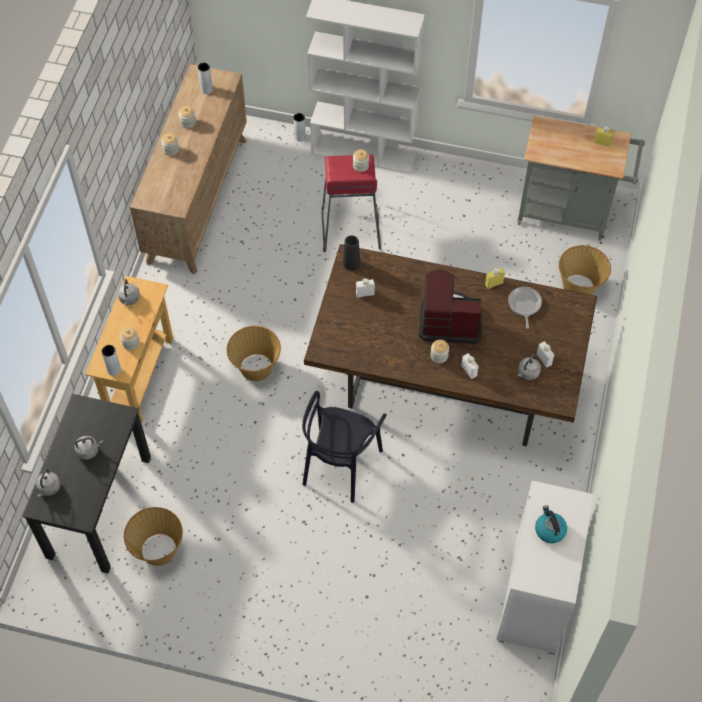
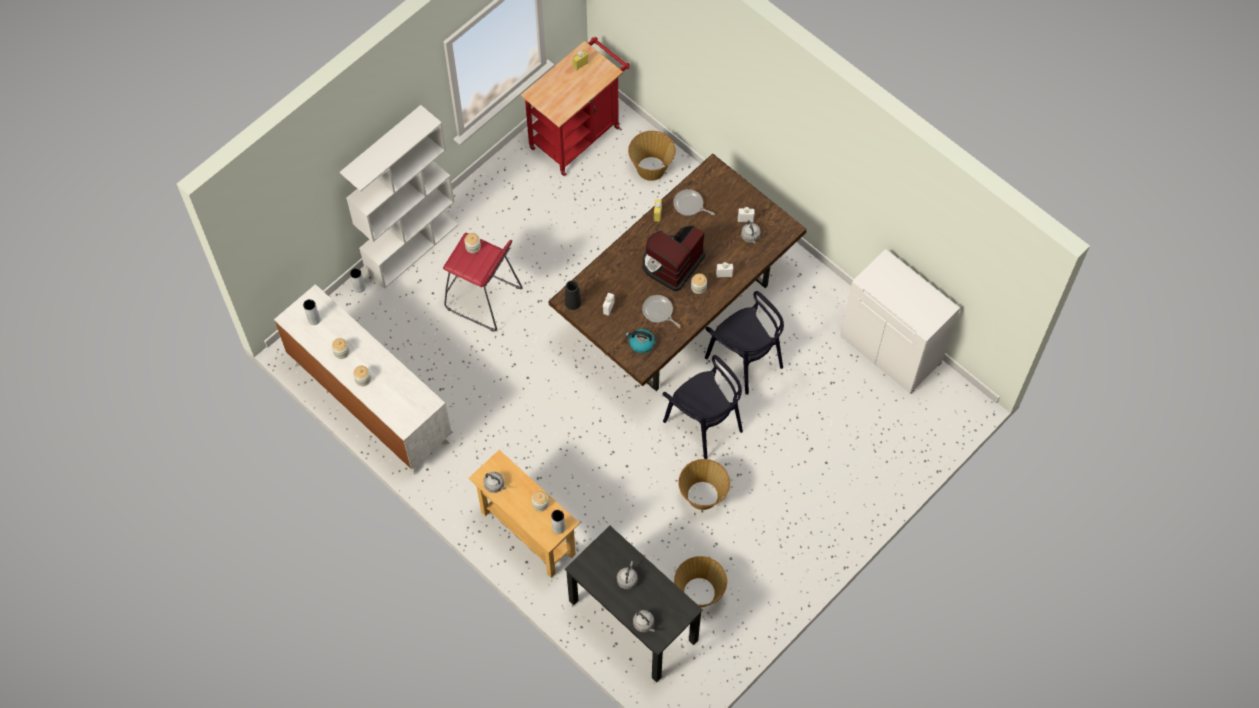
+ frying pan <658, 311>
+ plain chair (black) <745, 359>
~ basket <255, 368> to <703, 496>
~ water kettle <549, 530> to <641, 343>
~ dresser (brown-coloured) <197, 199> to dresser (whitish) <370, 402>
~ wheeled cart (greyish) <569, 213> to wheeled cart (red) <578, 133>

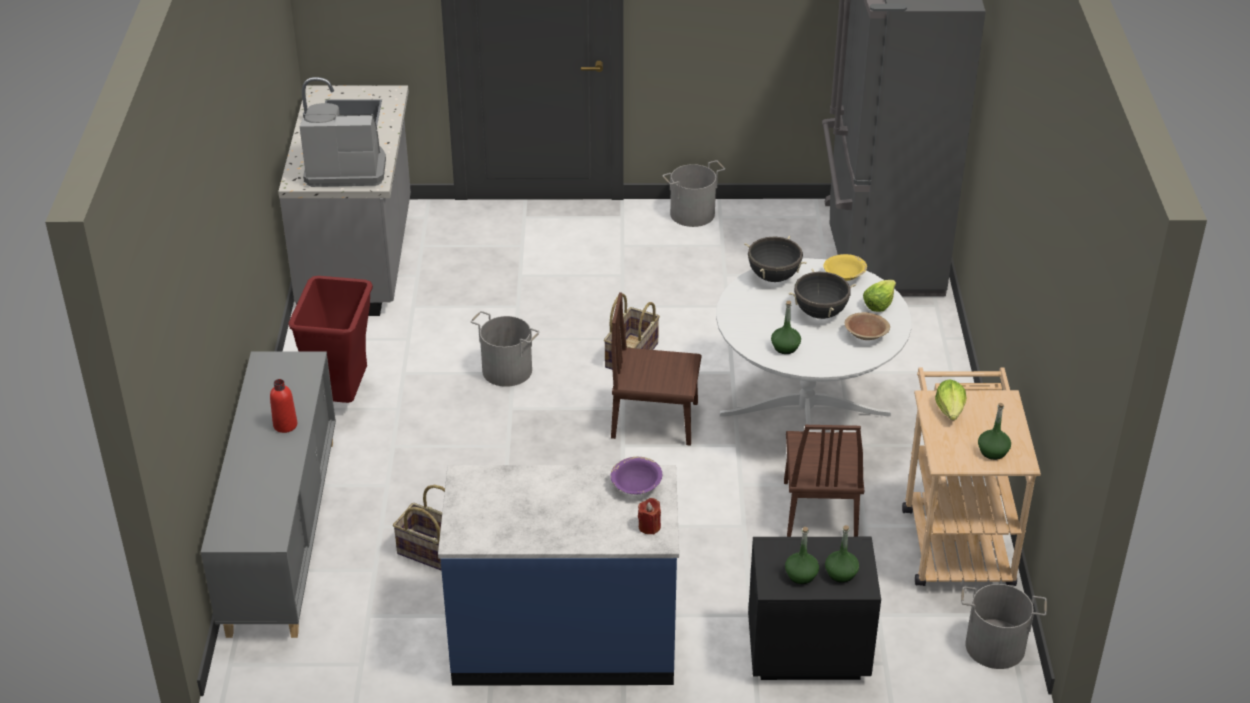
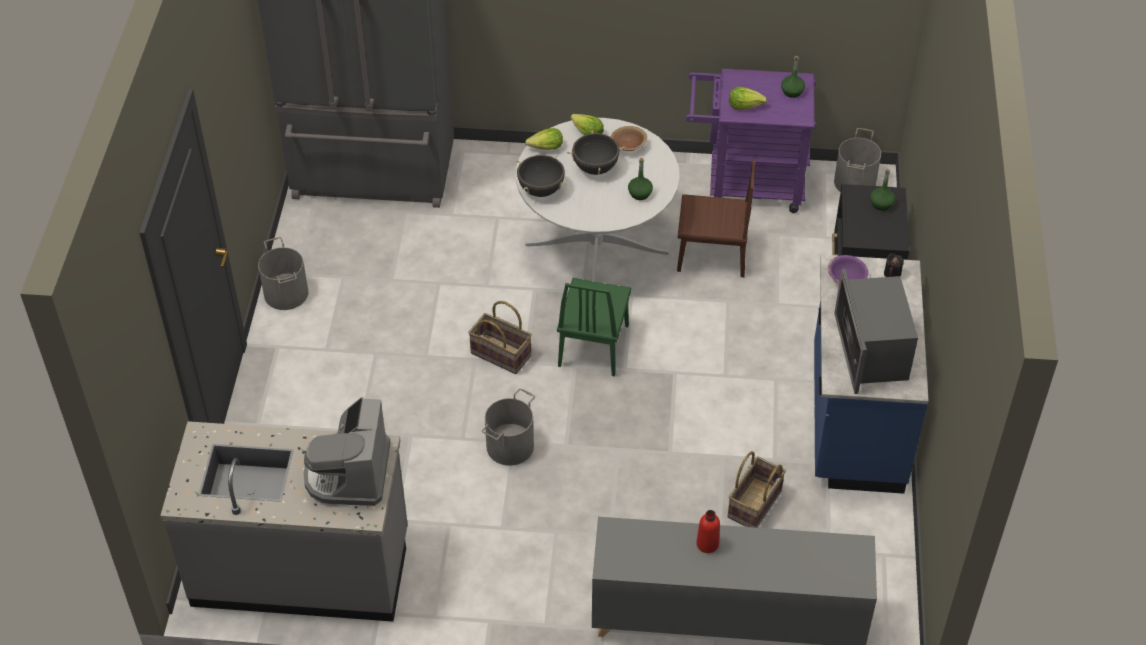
- trash can (red) <342, 397>
- beverage bottle (greenish) <801, 575>
+ microwave oven <871, 351>
~ bowl (yellow-coloured) <844, 276> to head of lettuce <546, 148>
~ plain chair (brown-coloured) <655, 420> to plain chair (greenish) <593, 345>
~ candle (red) <649, 526> to candle (black) <892, 274>
~ wheeled cart (beige) <955, 537> to wheeled cart (purple-coloured) <745, 184>

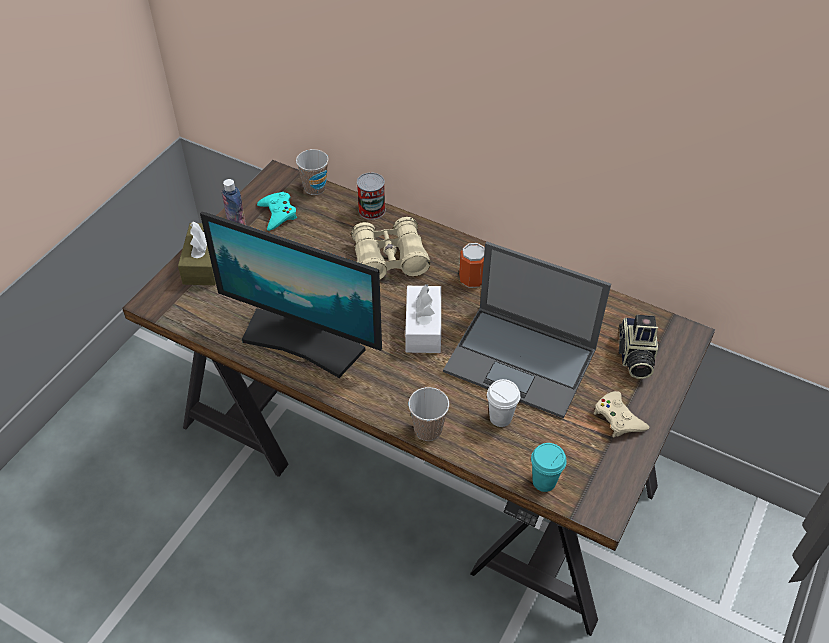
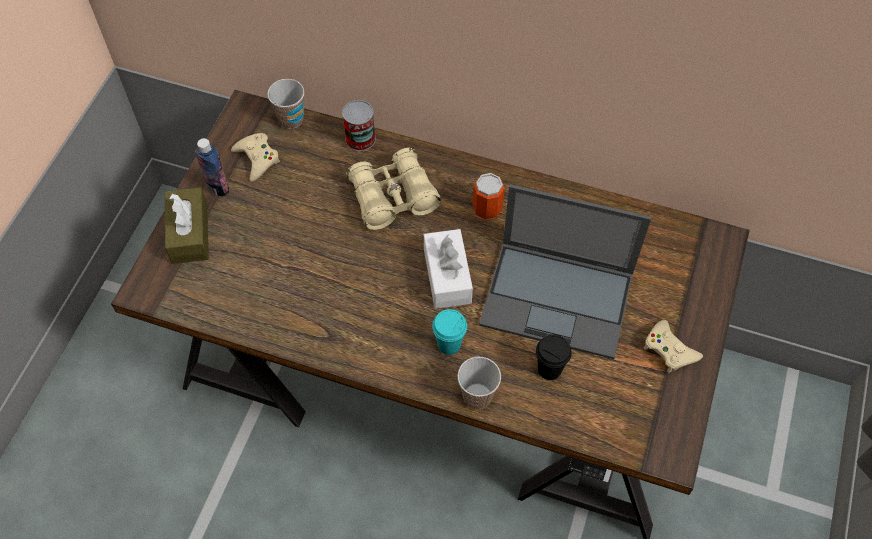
- computer display <303, 340>
- still camera <634, 357>
~ small cup (turquoise-coloured) <544, 481> to <449, 344>
~ game controller (turquoise-coloured) <278, 214> to game controller (beige) <257, 159>
~ small cup (whitish) <500, 418> to small cup (black) <549, 369>

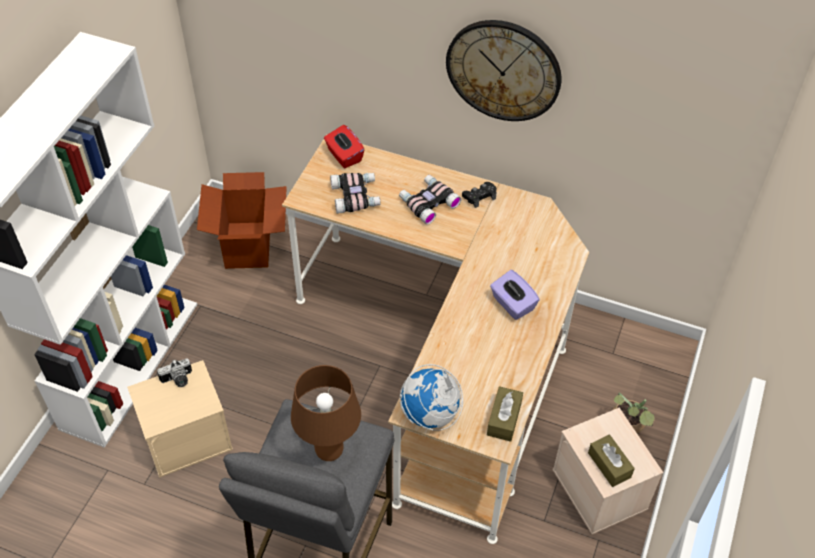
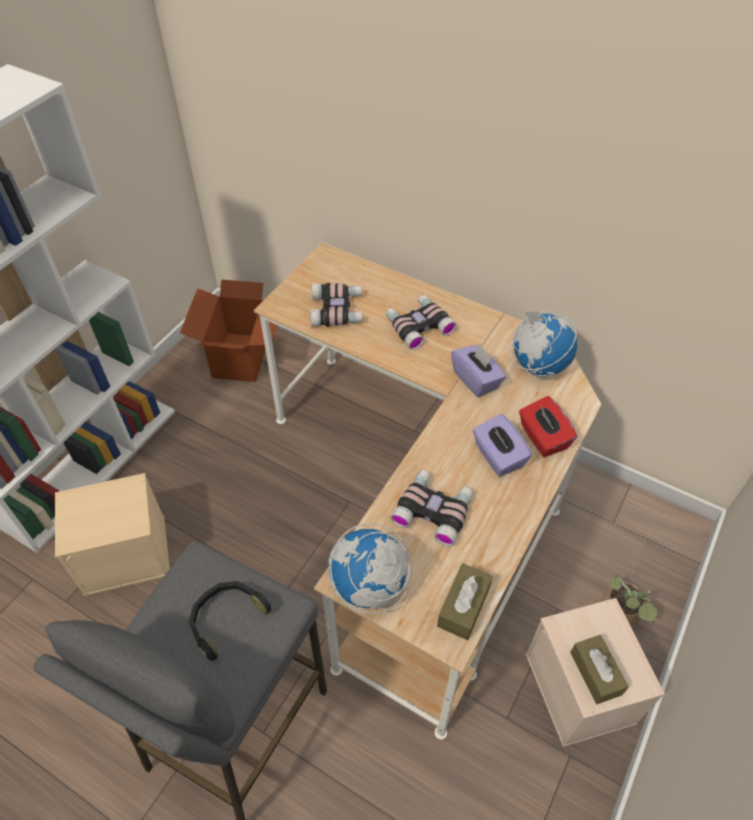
- still camera <178, 380>
- hanging clock <503, 70>
- game controller (black) <479, 196>
+ pair of binoculars <433, 510>
+ box of tissues (purple-coloured) <476, 380>
+ desk globe <538, 365>
~ box of tissues (red) <344, 156> to <542, 438>
~ lamp for a table (brown-coloured) <329, 450> to pair of headphones (black) <226, 618>

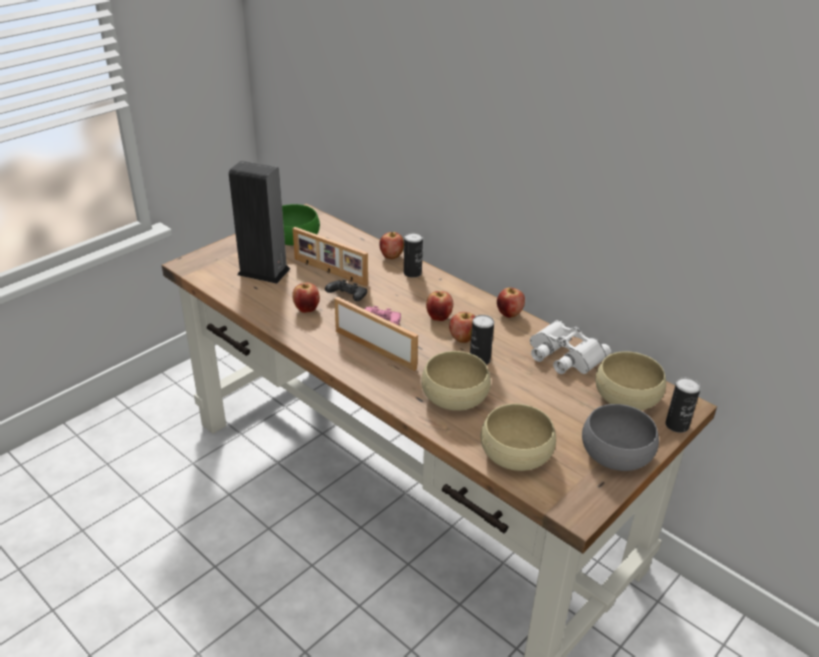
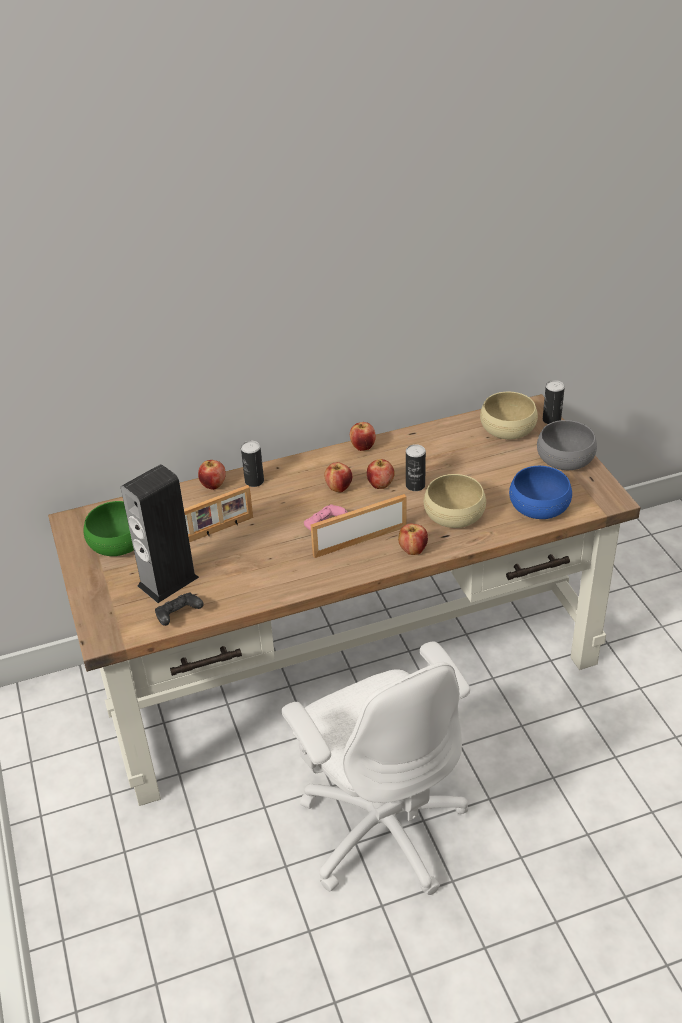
- pair of binoculars (whitish) <563, 355>
+ computer chair (whitish) <382, 826>
~ apple <307, 309> to <413, 550>
~ game controller (black) <347, 298> to <178, 616>
~ bowl (beige) <516, 453> to bowl (bluish) <539, 506>

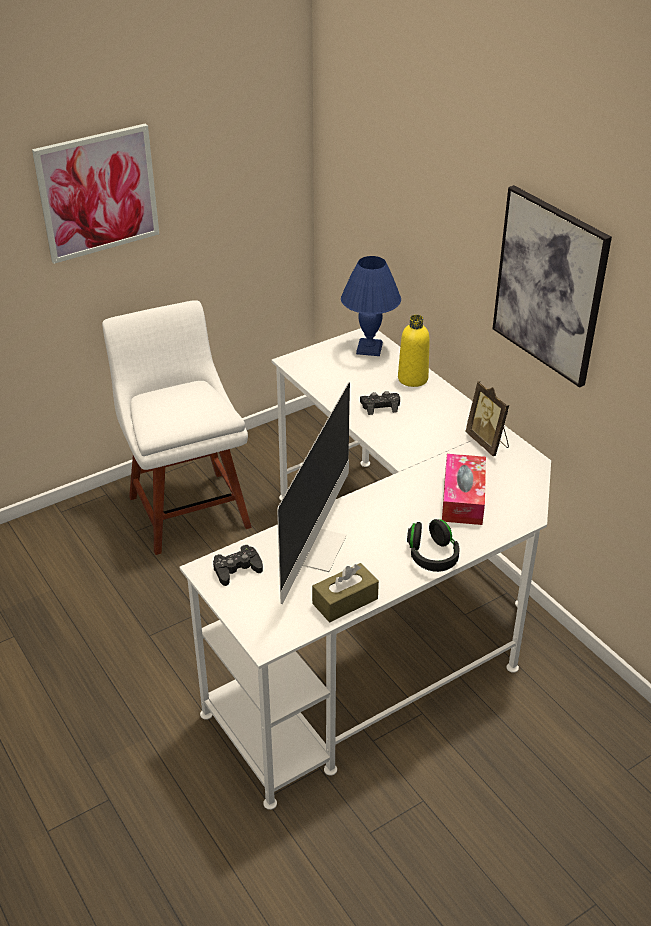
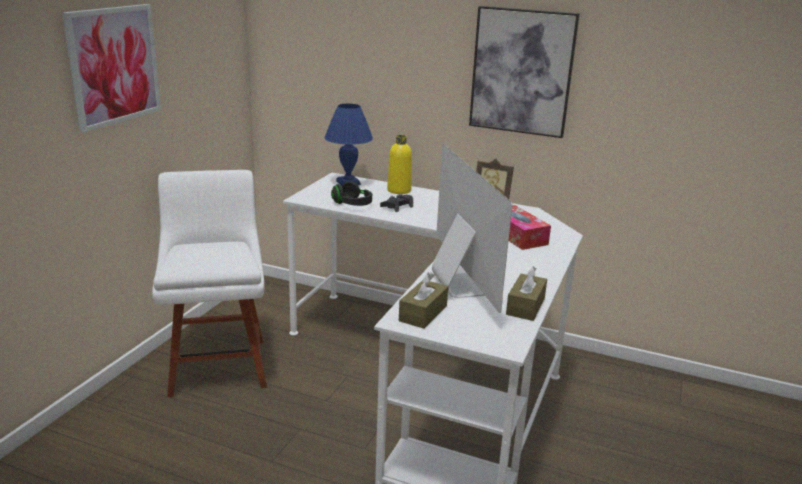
~ pair of headphones (black) <432, 556> to <352, 204>
~ game controller (black) <237, 569> to box of tissues (brown-coloured) <423, 313>
~ plain chair (whitish) <187, 507> = <218, 363> 45 degrees clockwise

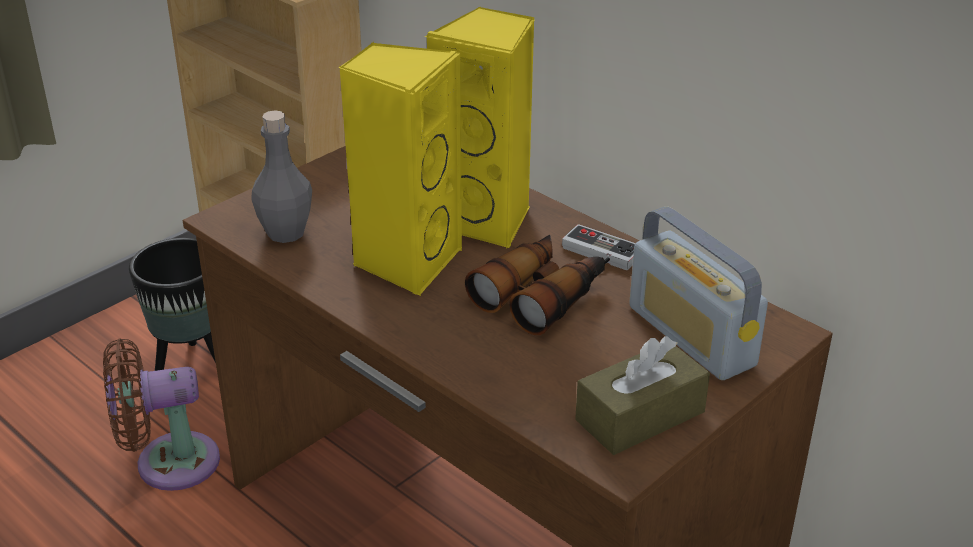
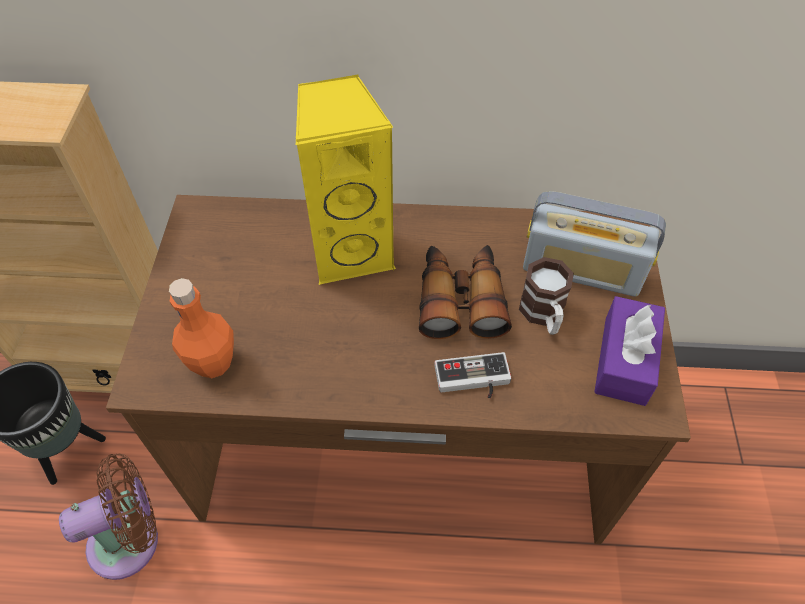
- speaker (yellow-coloured) <406, 261>
+ coffee mug <543, 315>
~ game controller <598, 255> to <473, 381>
~ beverage bottle (greyish) <286, 233> to beverage bottle (orangey) <213, 363>
~ box of tissues (brown-coloured) <640, 416> to box of tissues (purple-coloured) <624, 360>
~ cooling fan (brown-coloured) <168, 463> = <131, 540> 150 degrees counterclockwise

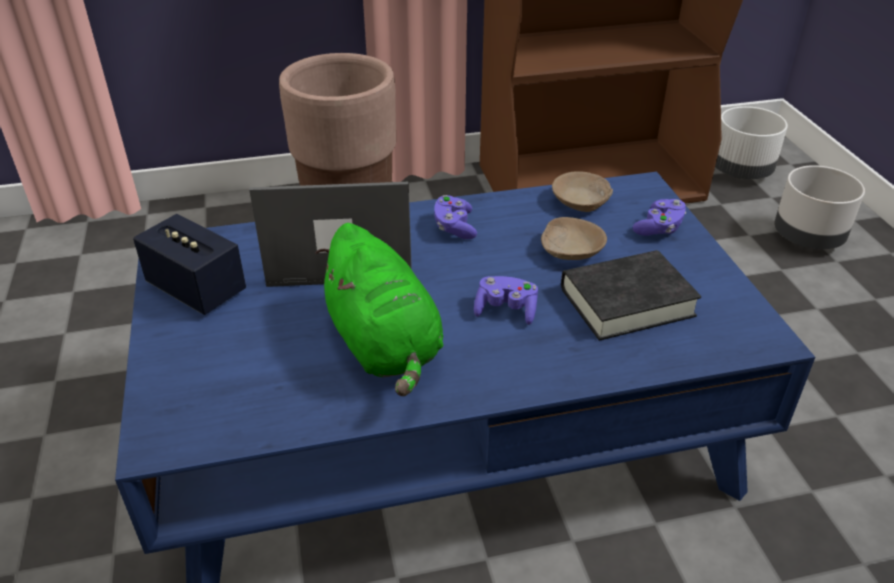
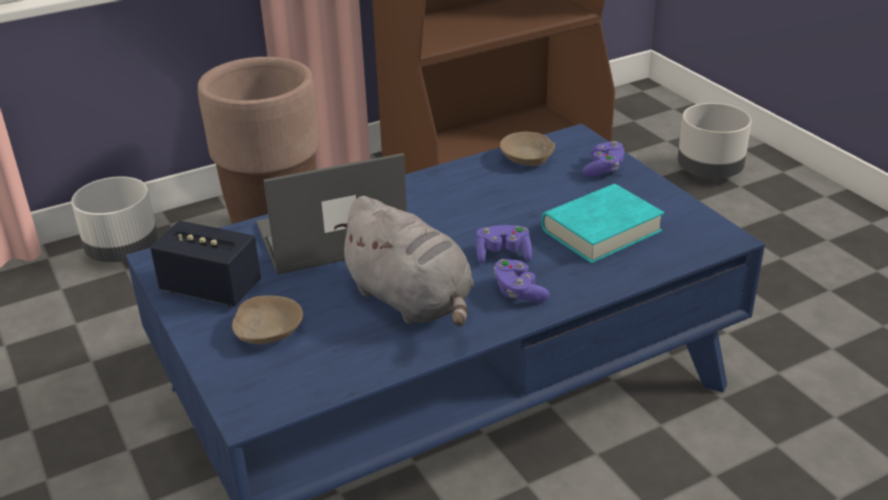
~ game controller (purple-coloured) <454, 227> to <518, 292>
~ bowl (beige) <570, 251> to <268, 332>
~ plant pot (whitish) <740, 171> to <123, 251>
~ soft toy (greenish) <385, 346> to soft toy (greyish) <412, 301>
~ bound book (black) <626, 302> to bound book (turquoise-coloured) <601, 230>

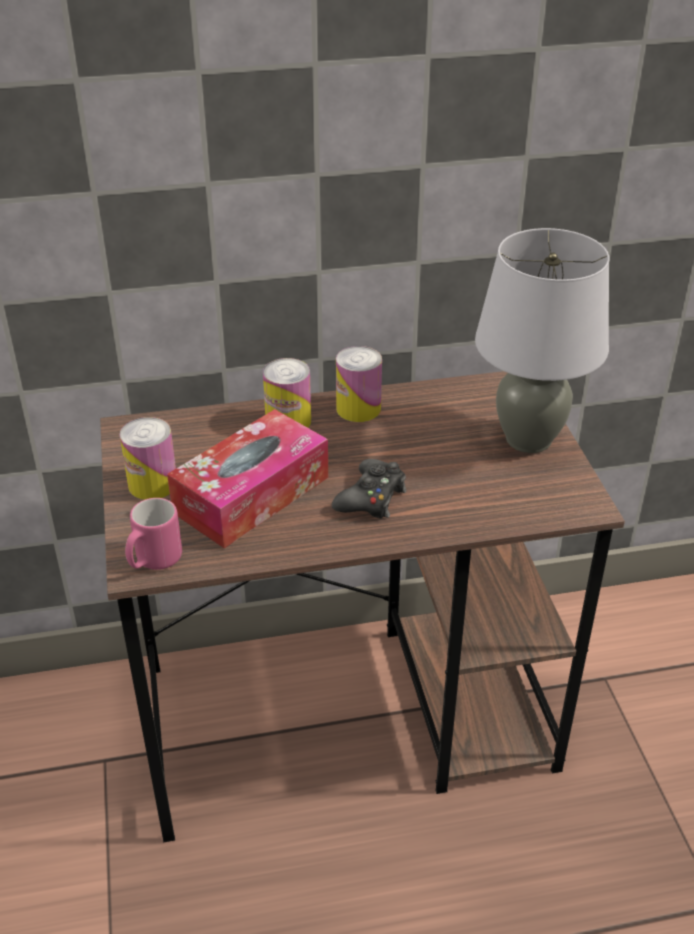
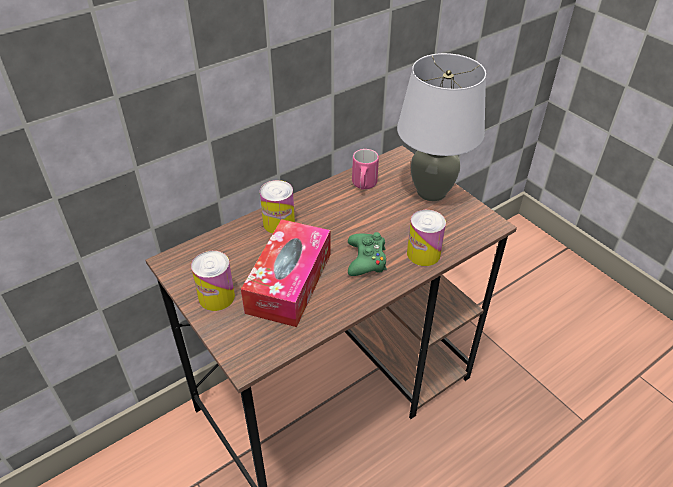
~ coffee mug (pink-coloured) <153, 561> to <363, 185>
~ sealed can <358, 408> to <423, 254>
~ game controller (black) <371, 498> to game controller (greenish) <366, 260>

